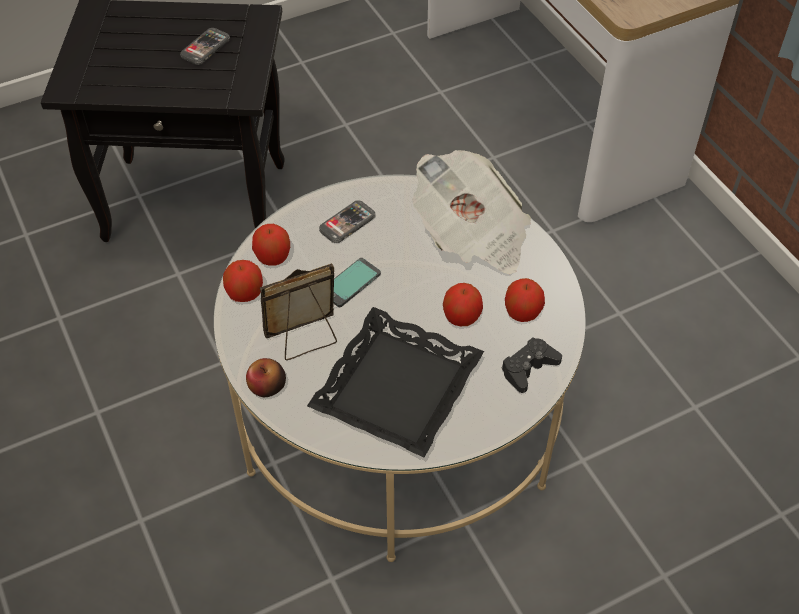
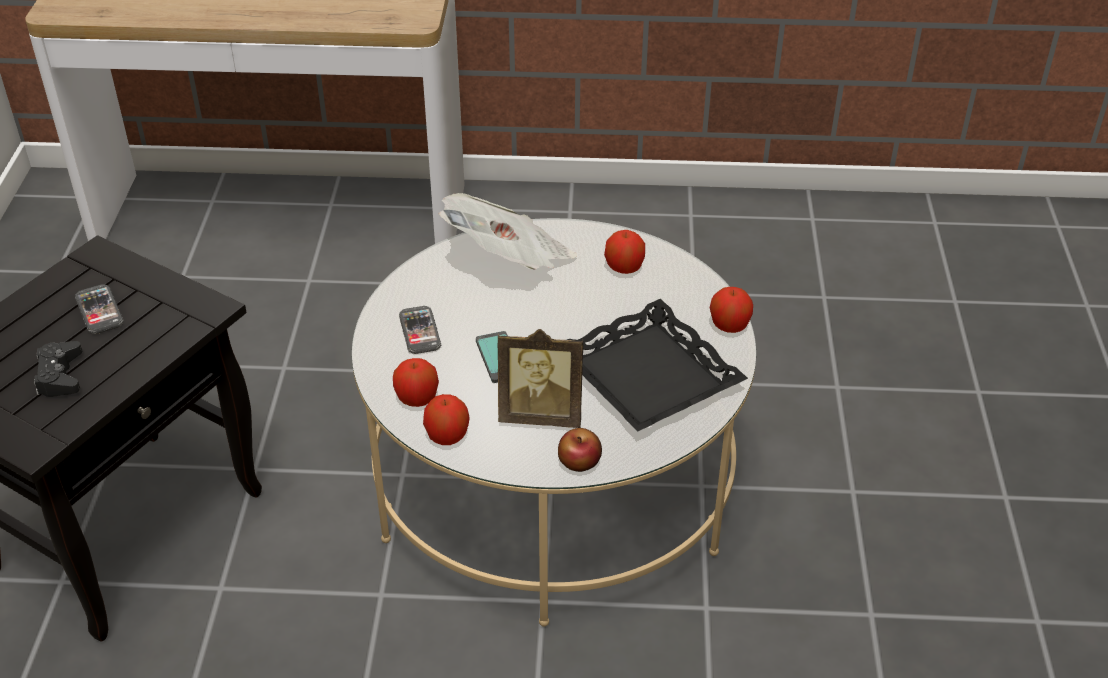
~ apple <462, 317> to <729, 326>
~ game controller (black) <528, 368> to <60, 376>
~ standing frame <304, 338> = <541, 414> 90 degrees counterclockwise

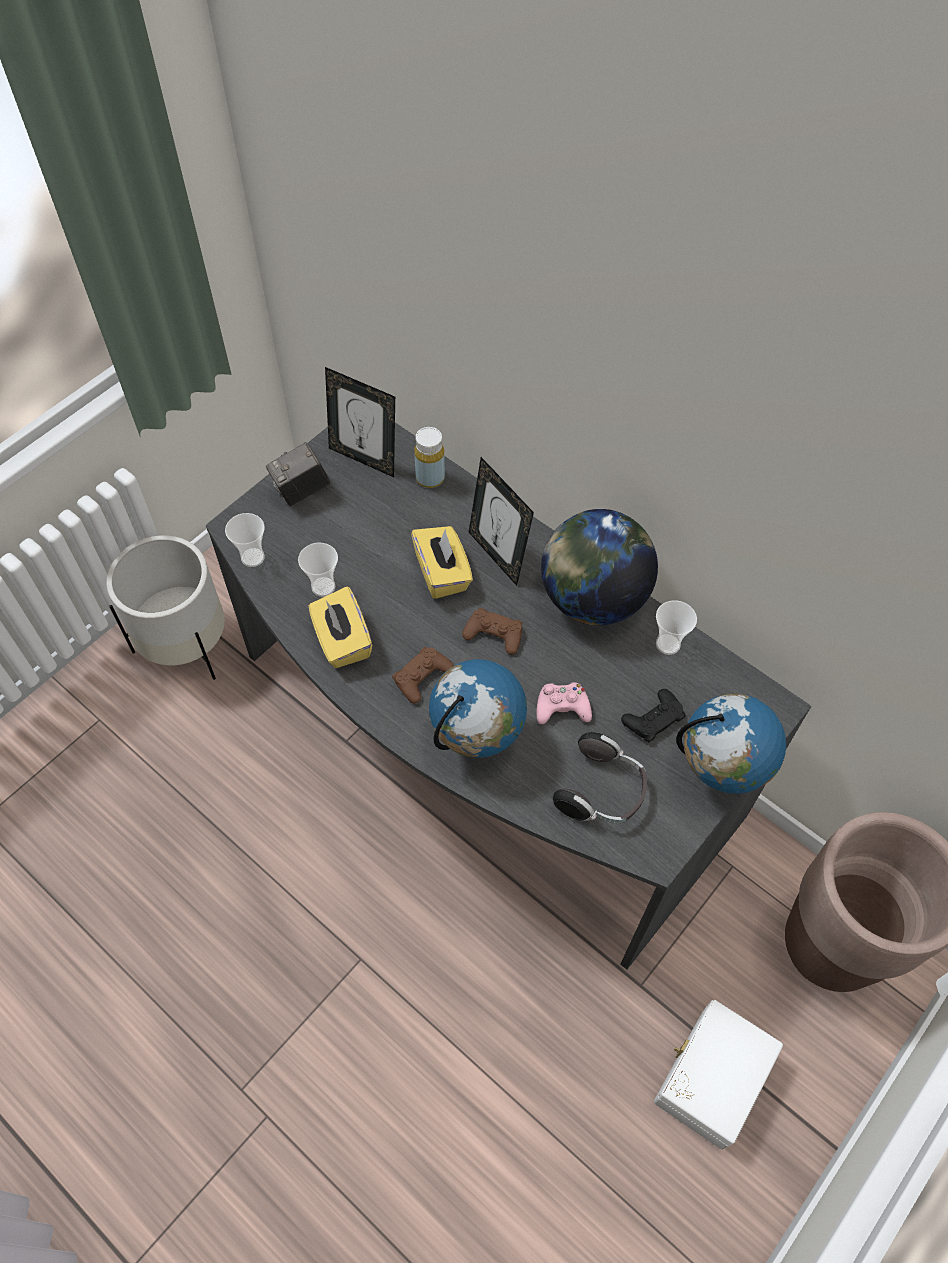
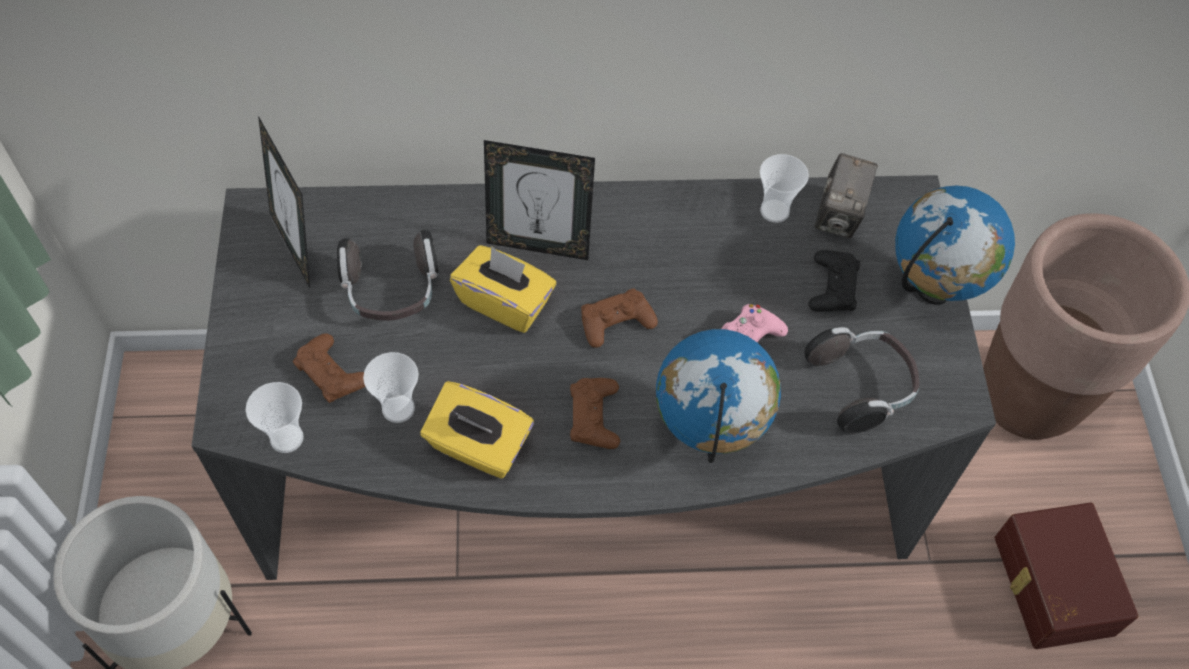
- beverage bottle (yellow-coloured) <430, 478>
- desk globe <592, 598>
+ game controller (brown-coloured) <331, 373>
+ pair of headphones <392, 291>
~ still camera <301, 491> to <839, 216>
~ storage box (whitish) <710, 1076> to storage box (brown-coloured) <1051, 585>
~ standing frame <364, 458> = <297, 246> 75 degrees clockwise

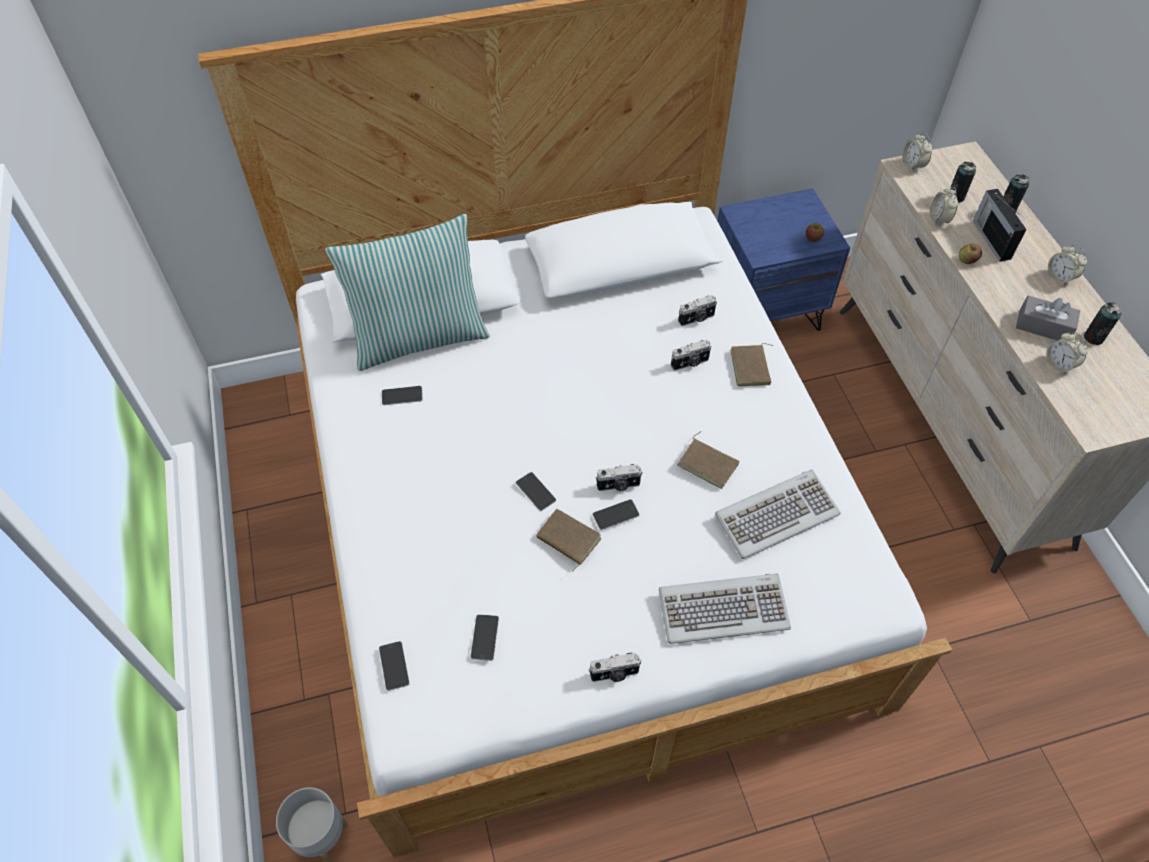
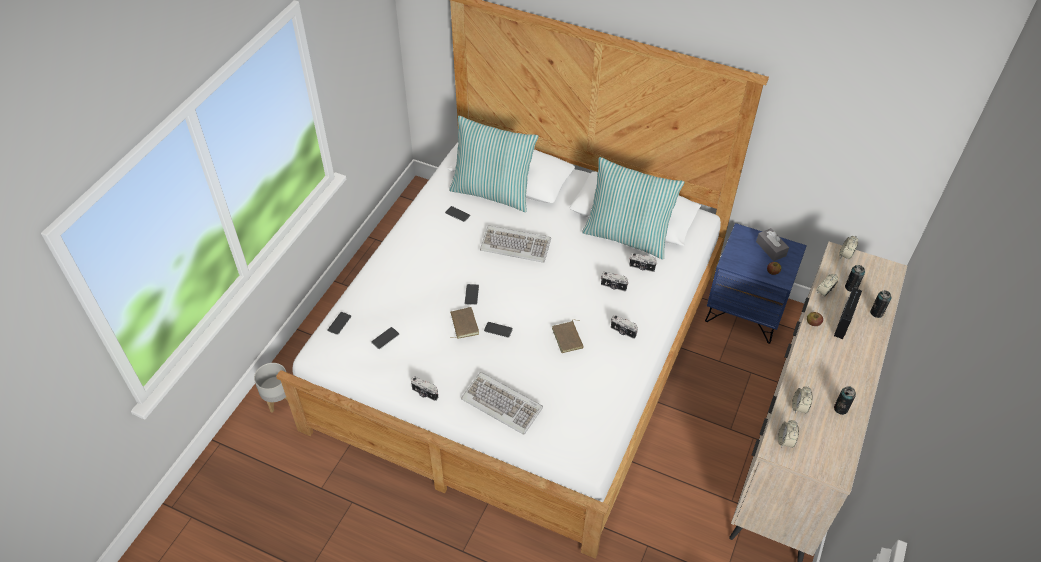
- bound book (brown-coloured) <751, 368>
+ throw pillow <627, 236>
~ still camera <618, 486> to <623, 332>
~ keyboard <776, 515> to <516, 245>
~ box of tissues (greyish) <1043, 326> to <771, 249>
~ alarm clock <1059, 277> to <785, 441>

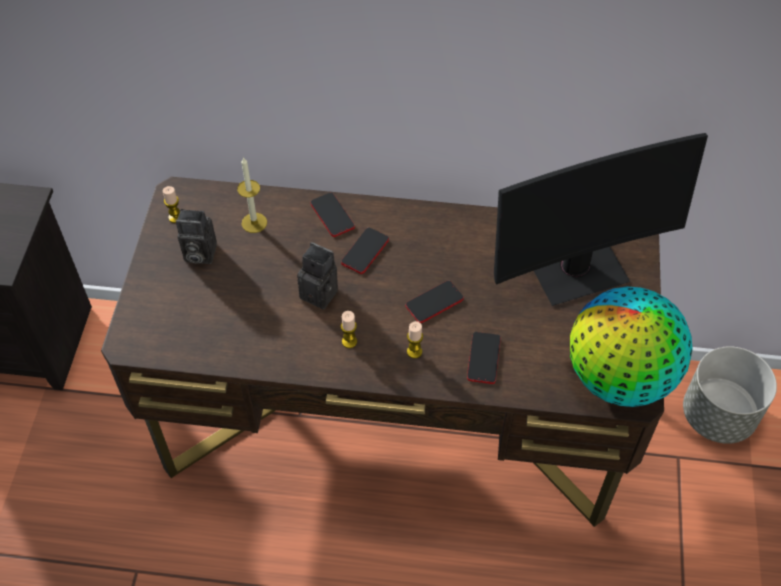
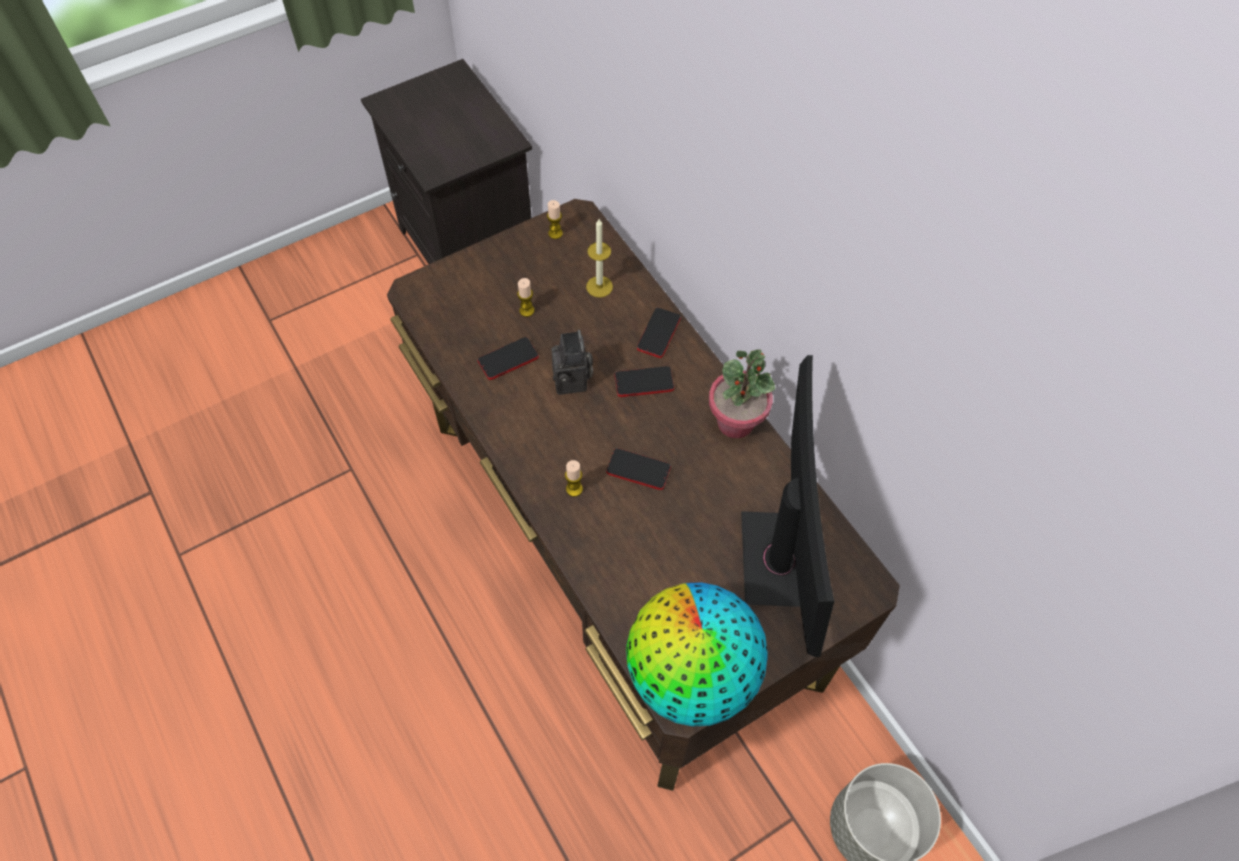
- still camera <198, 254>
+ potted plant <735, 422>
~ candle <349, 341> to <526, 310>
~ handset <483, 358> to <508, 359>
~ computer display <576, 269> = <781, 560> 120 degrees counterclockwise

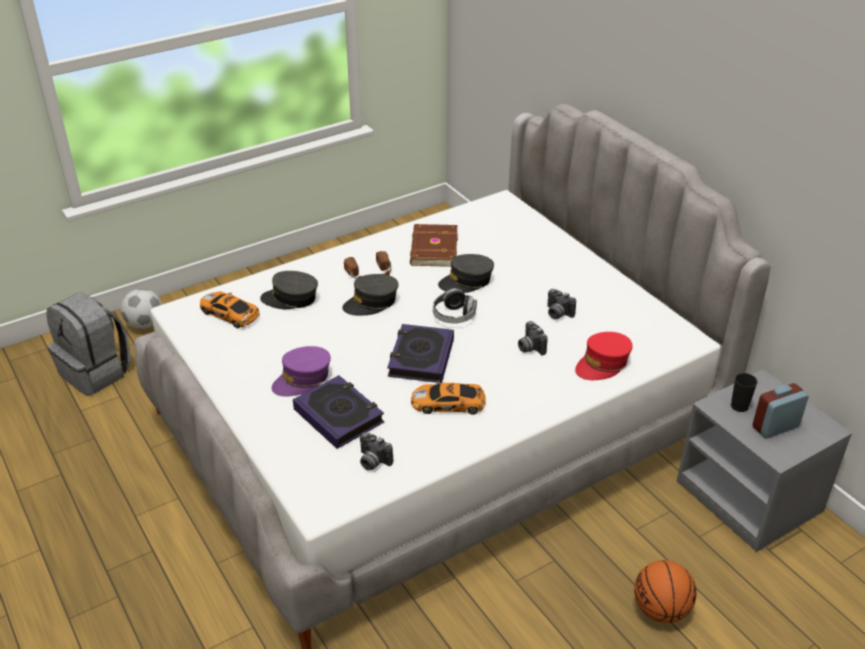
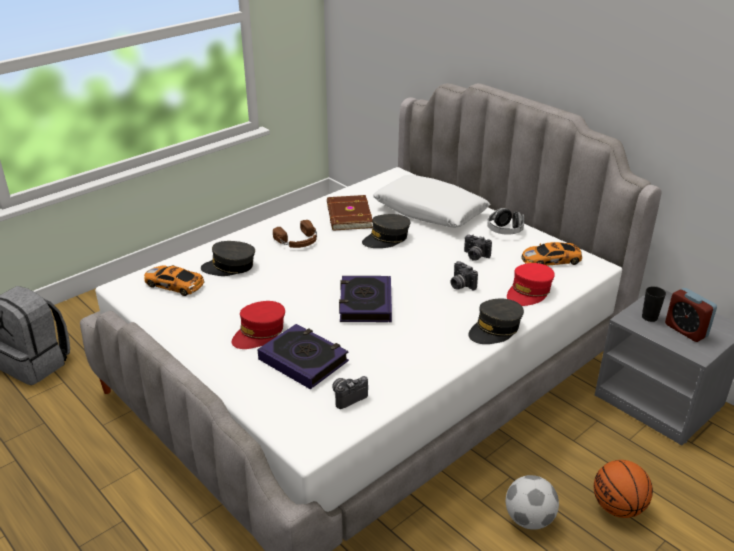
+ throw pillow (whitish) <430, 211>
~ ball for football <145, 324> to <529, 519>
~ cap (greyish) <371, 303> to <495, 329>
~ miniature car <450, 404> to <552, 260>
~ pair of headphones <454, 316> to <505, 231>
~ cap (purple-coloured) <302, 379> to cap (red) <259, 333>
~ still camera <372, 462> = <347, 397> 120 degrees clockwise
~ alarm clock <775, 427> = <686, 330> 90 degrees counterclockwise

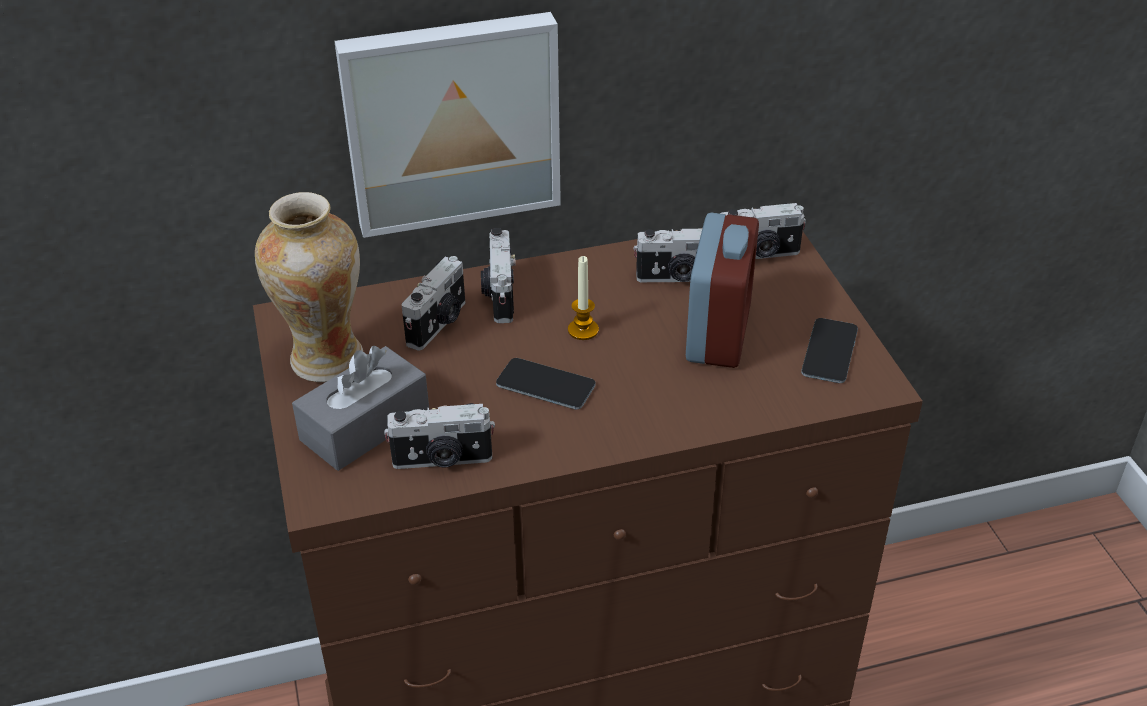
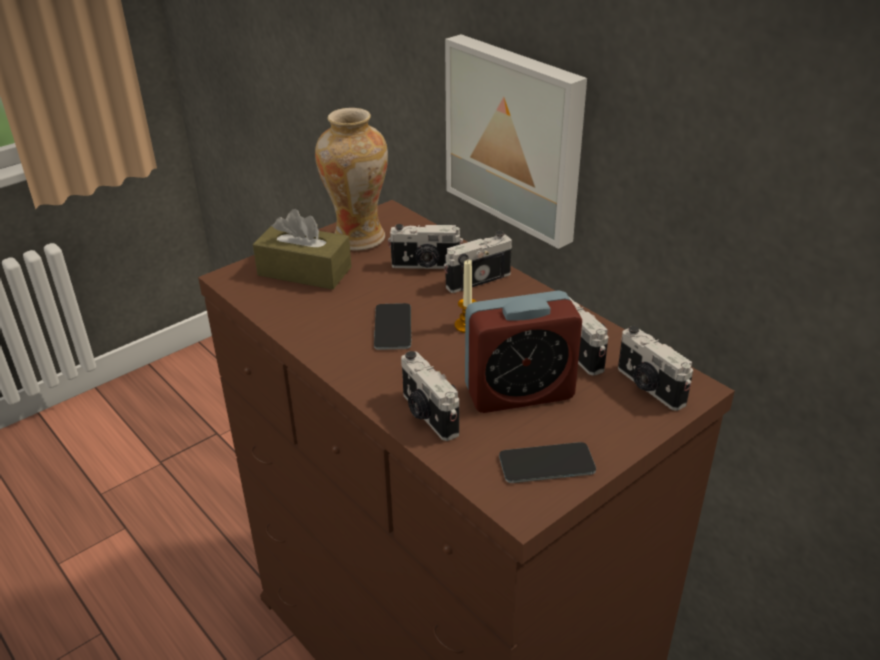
~ still camera <442, 460> to <427, 415>
~ box of tissues (greyish) <365, 425> to box of tissues (brown-coloured) <304, 271>

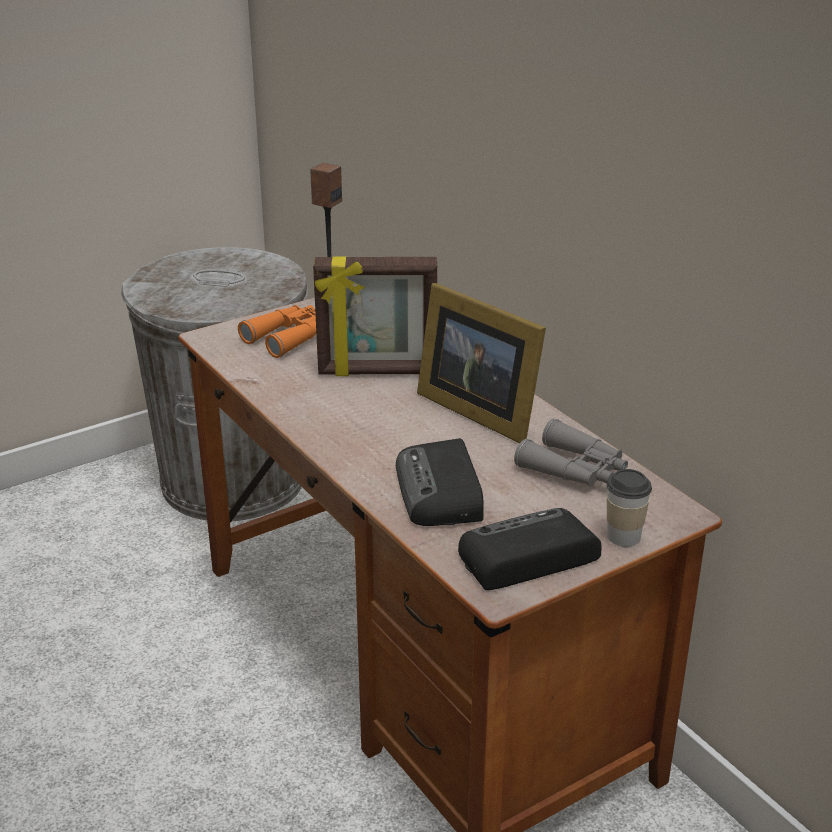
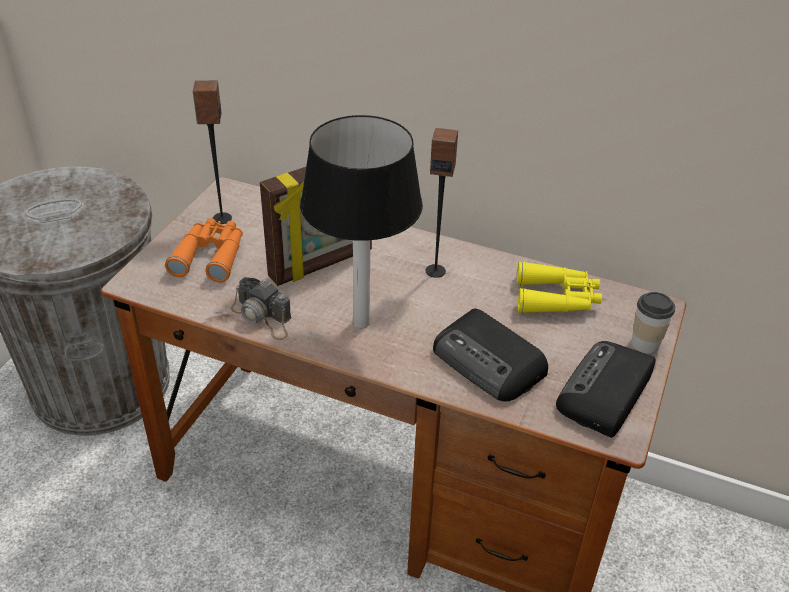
+ still camera <263, 317>
+ lamp for a table <360, 322>
~ standing frame <478, 409> to speaker <435, 271>
~ pair of binoculars (greyish) <575, 470> to pair of binoculars (yellow-coloured) <557, 299>

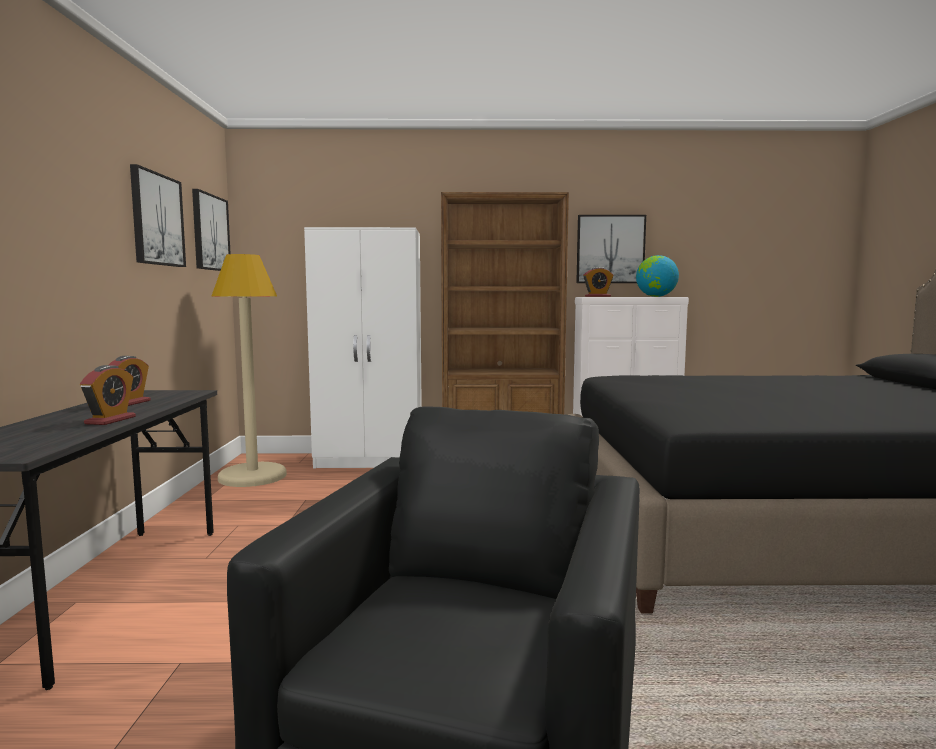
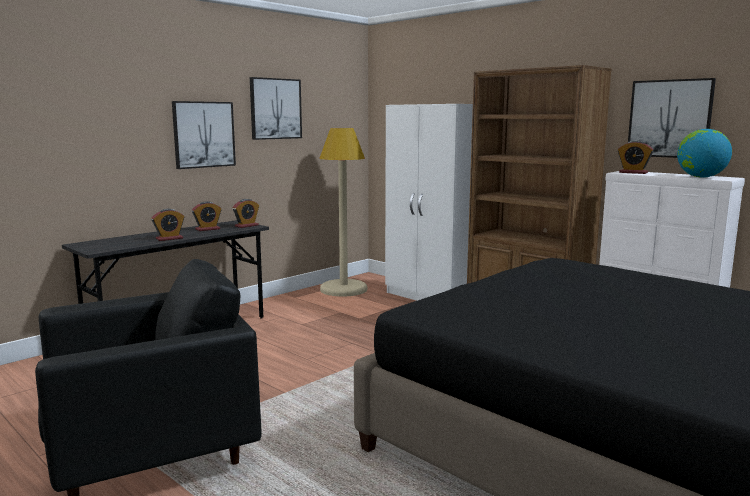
+ alarm clock <246, 226>
~ wall art <210, 232> to <203, 134>

